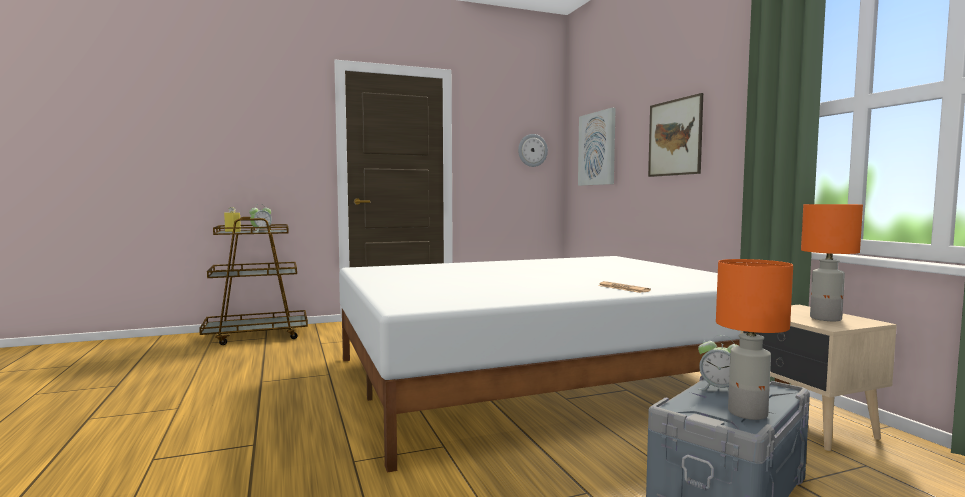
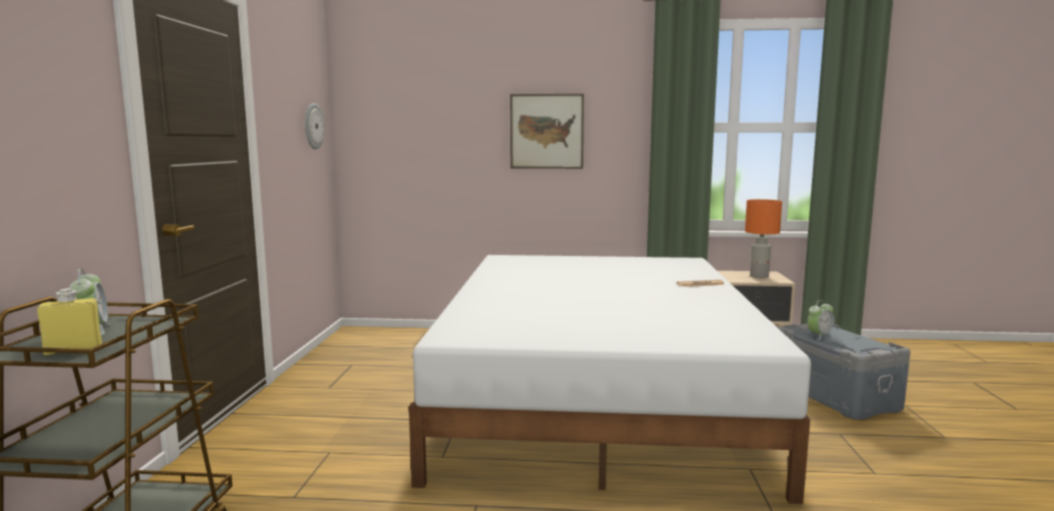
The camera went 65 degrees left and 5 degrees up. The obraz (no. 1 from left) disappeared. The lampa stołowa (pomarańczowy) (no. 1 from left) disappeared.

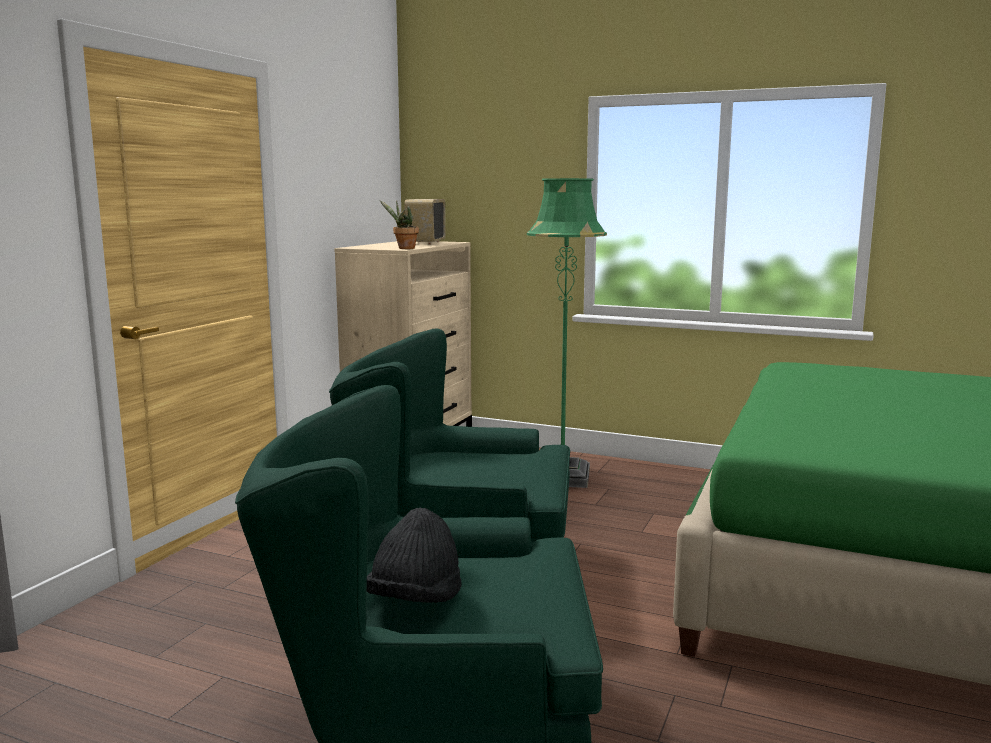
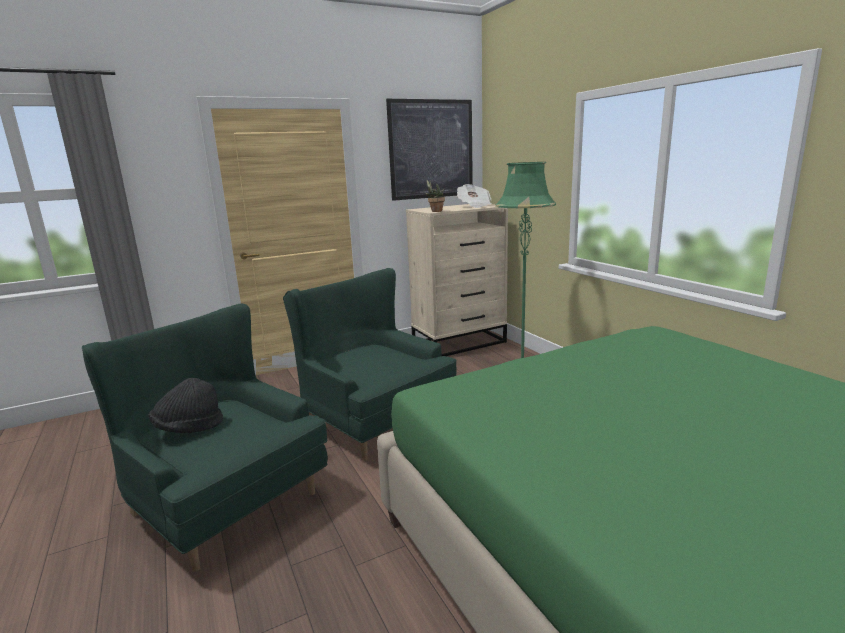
The camera went 40 degrees right and 5 degrees up. The obraz appeared. The radio was replaced by the gazeta.

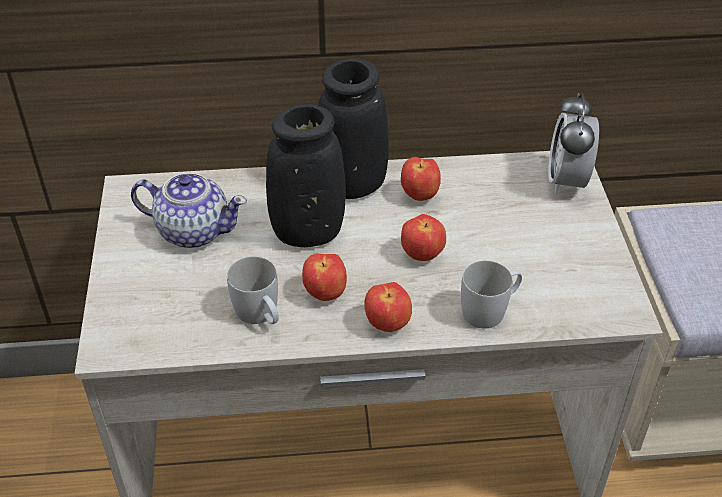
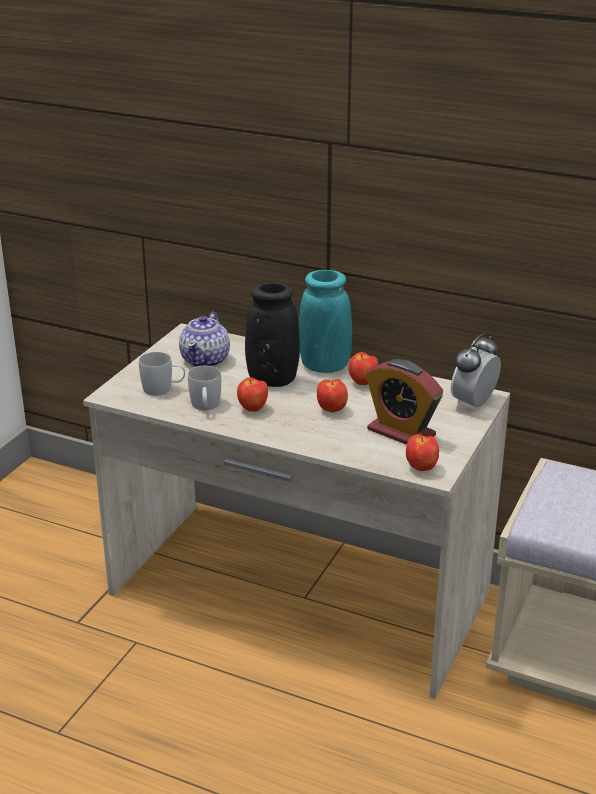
The camera went 30 degrees right and 15 degrees down. The kubek (biały) (no. 2 from left in the first image) moved. The imbryk turned 60 degrees clockwise. The wazon (czarny) (no. 2 from left) became the wazon (turkusowy). The budzik (no. 1 from left) appeared. The jabłko (no. 2 from left in the first image) moved.

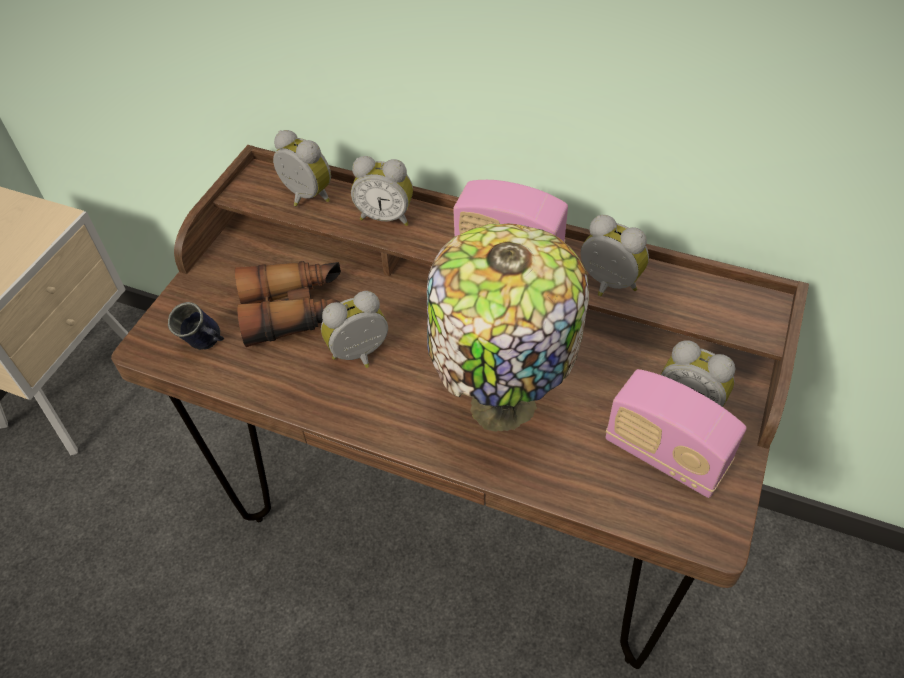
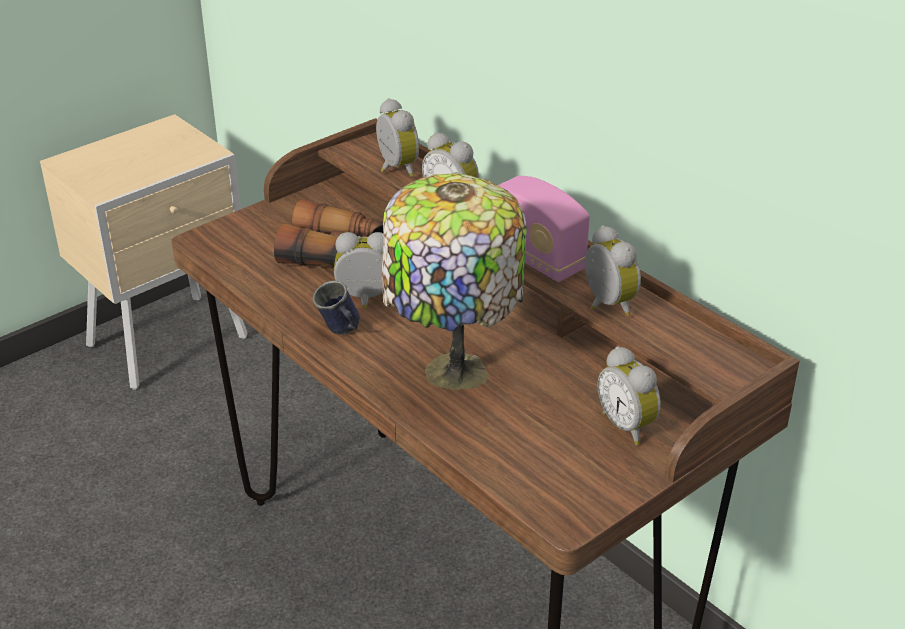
The camera went 25 degrees right and 15 degrees down. The kubek (niebieski) moved. The radio (no. 2 from left) disappeared.

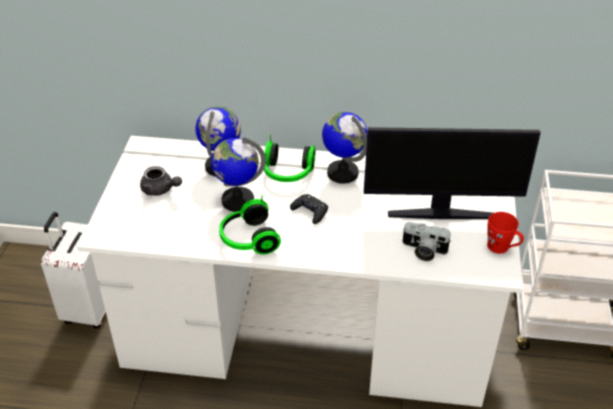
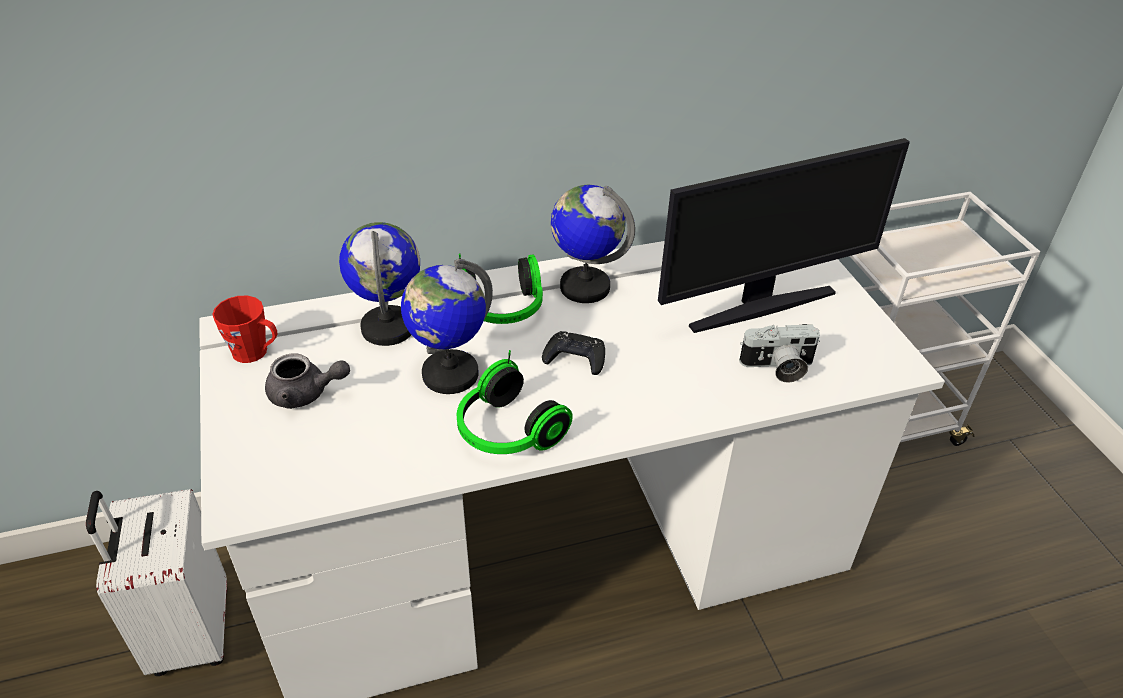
The camera went 25 degrees left and 0 degrees up. The kubek (czerwony) moved.

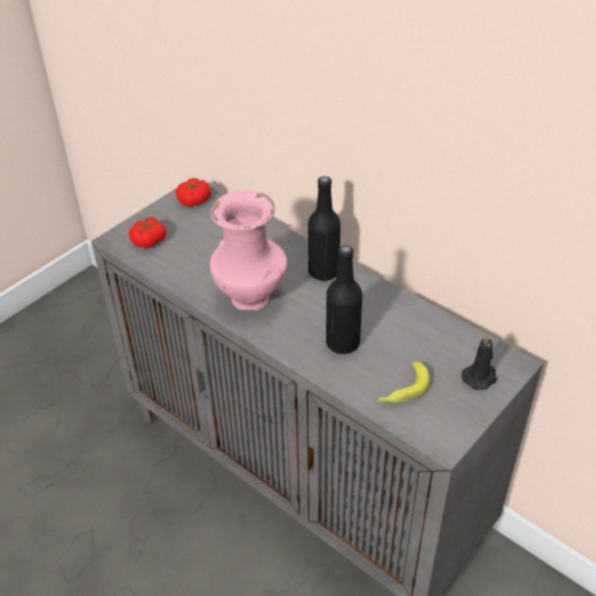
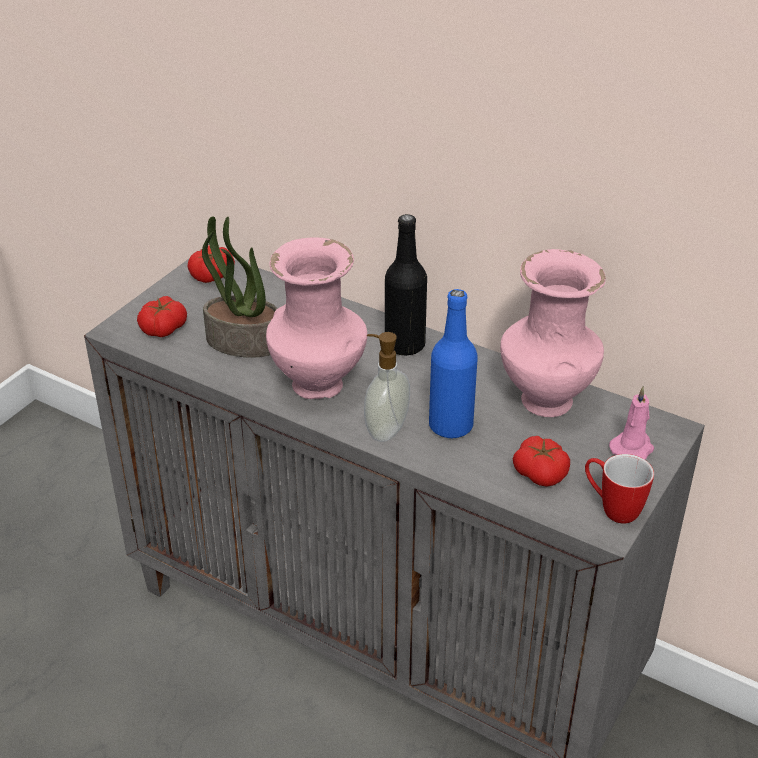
The camera went 10 degrees left and 5 degrees down. The roślina doniczkowa appeared. The dozownik mydła appeared. The butelka (czarny) (no. 2 from left) became the butelka (niebieski). The wazon (różowy) (no. 2 from left) appeared. The banan was replaced by the pomidor (no. 3 from left). The kubek appeared. The świeca (czarny) became the świeca (różowy).

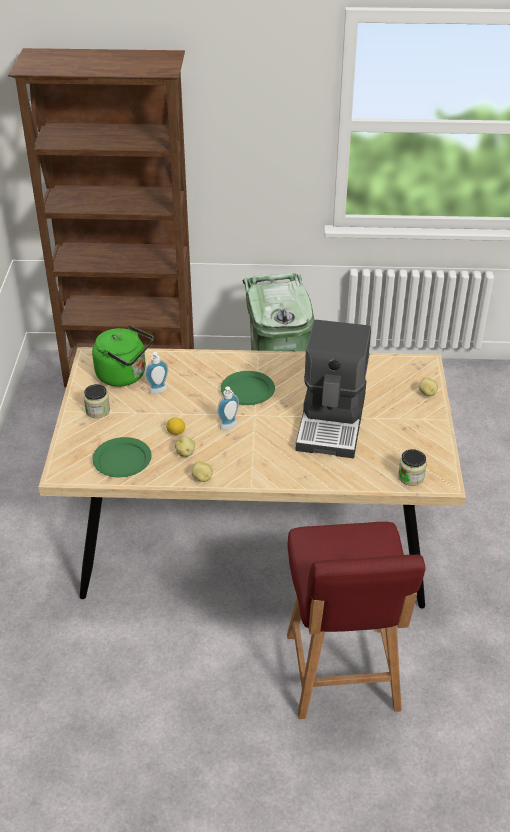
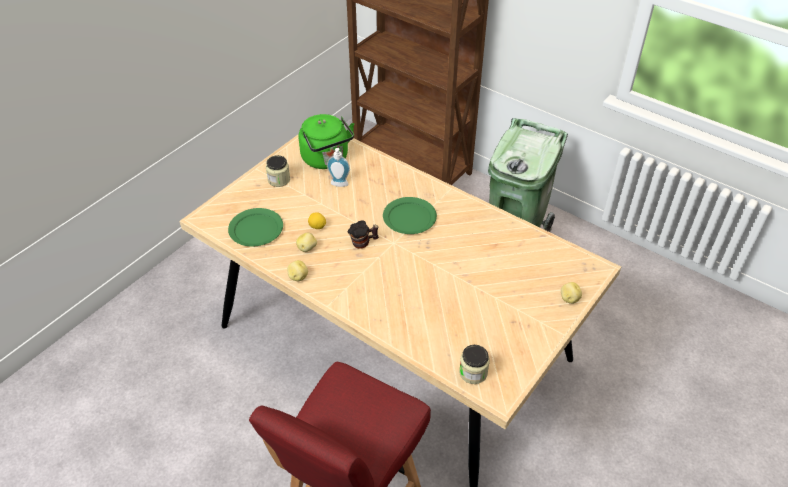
The camera went 35 degrees right and 5 degrees up. The dozownik mydła (no. 2 from left) was replaced by the kubek. The ekspres do kawy disappeared.

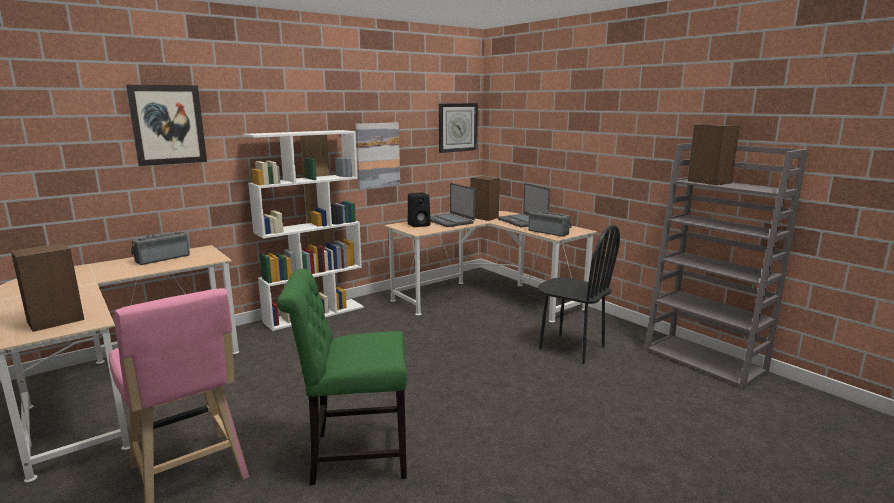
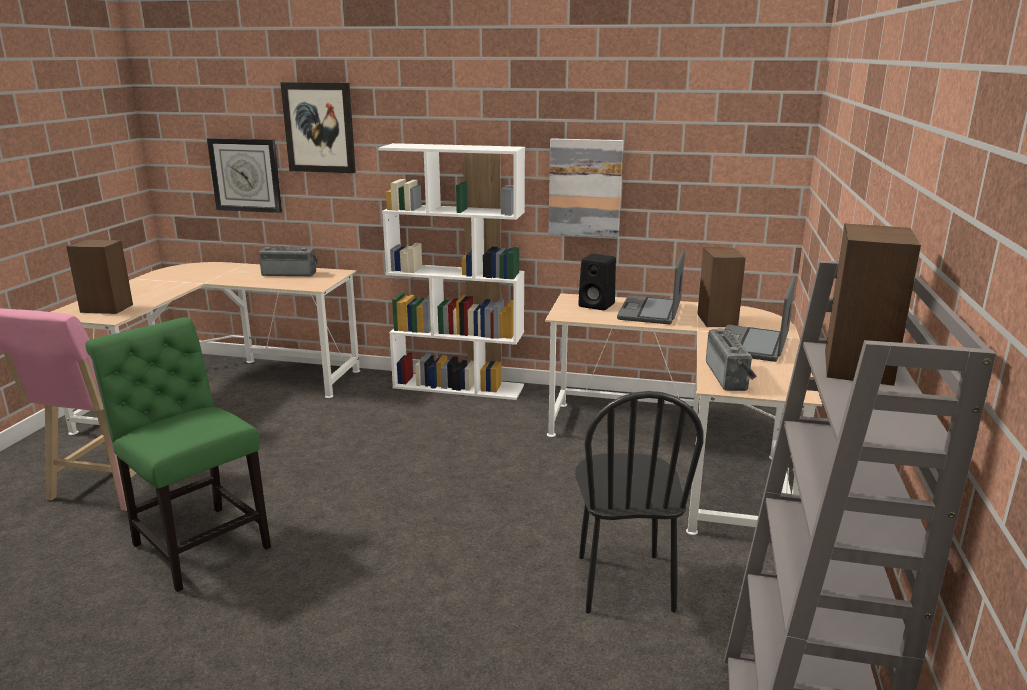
The camera went 50 degrees right and 5 degrees up. The zegar ścienny moved.

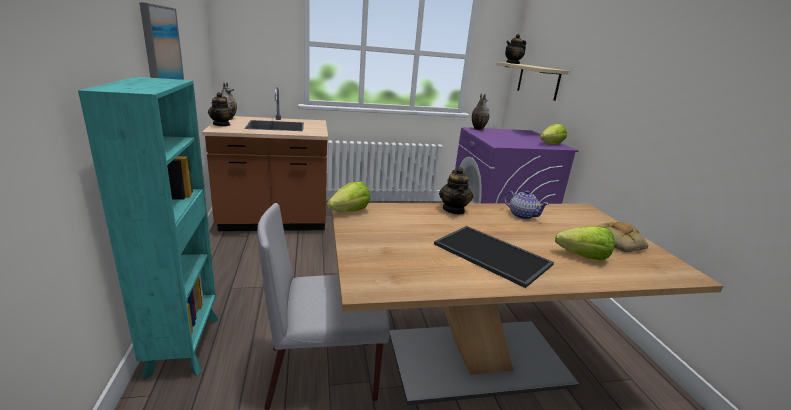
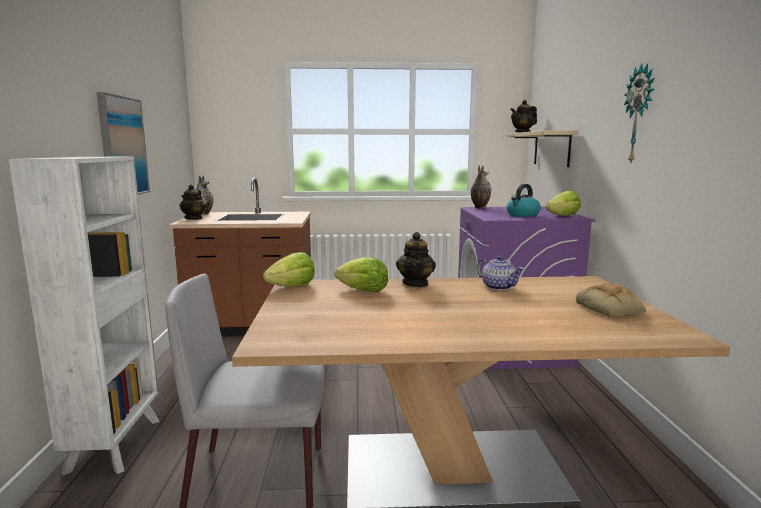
The camera went 10 degrees right and 10 degrees down. The regał (turkusowy) became the regał (biały). The sałata (no. 3 from left in the first image) moved. The czajnik appeared. The zegar ścienny appeared. The taca disappeared.

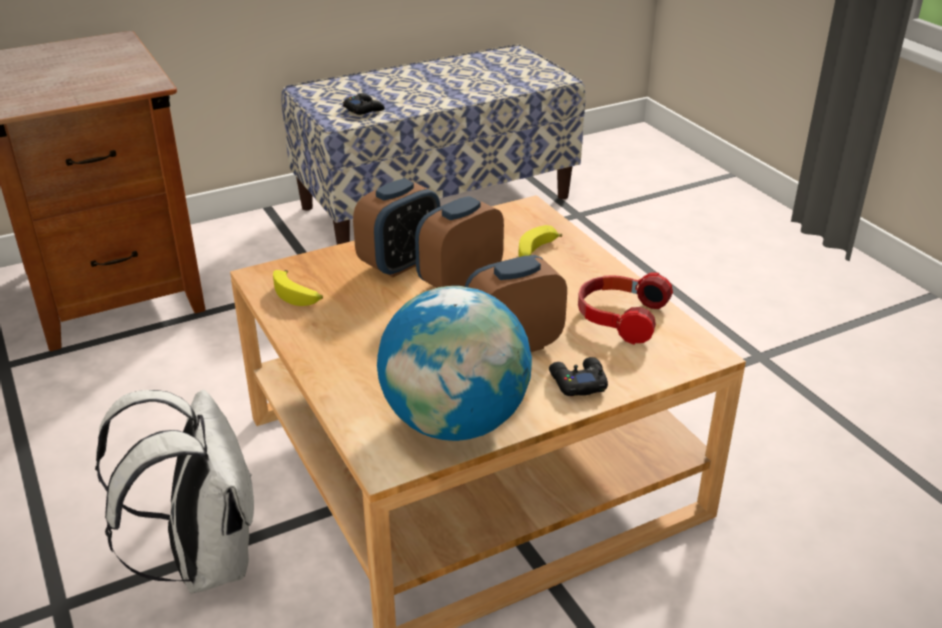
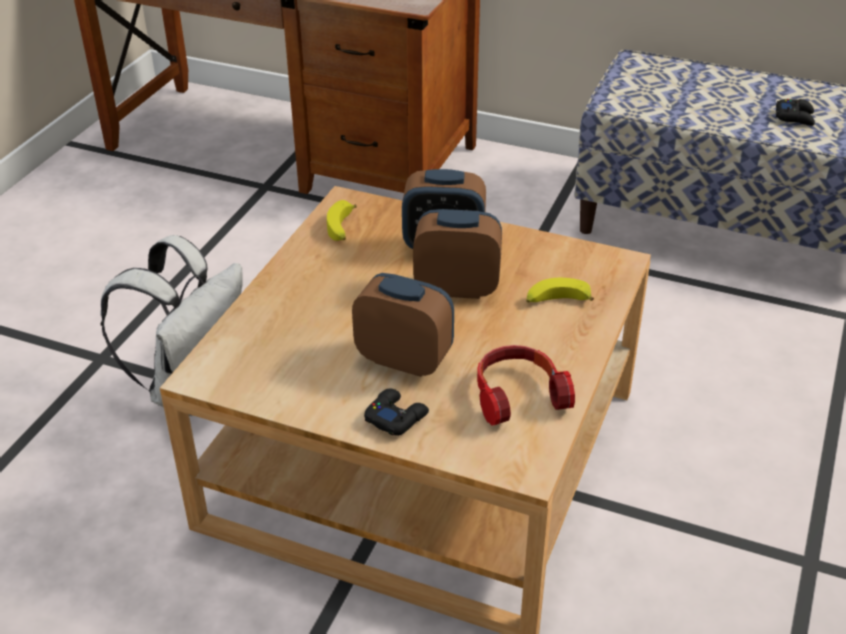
The camera went 50 degrees right and 5 degrees up. The pad do gier (czarny) (no. 1 from left in the first image) moved. The globus disappeared.

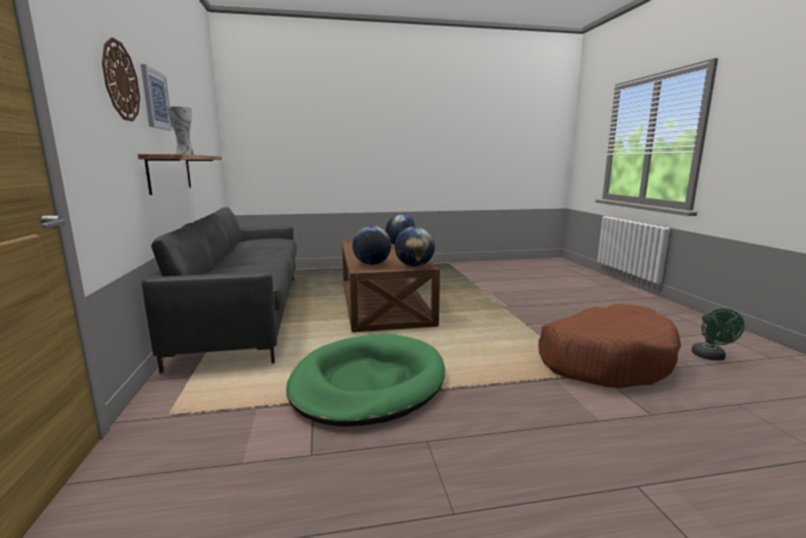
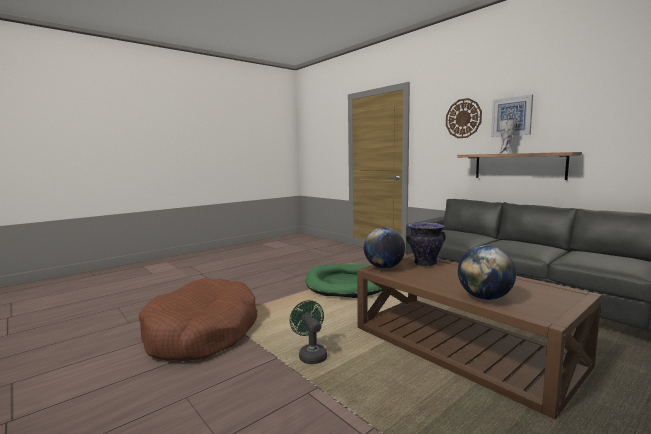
The camera went 150 degrees right and 5 degrees down. The wentylator (zielony) moved. The globus (no. 1 from left) was replaced by the wazon (no. 1 from left).

